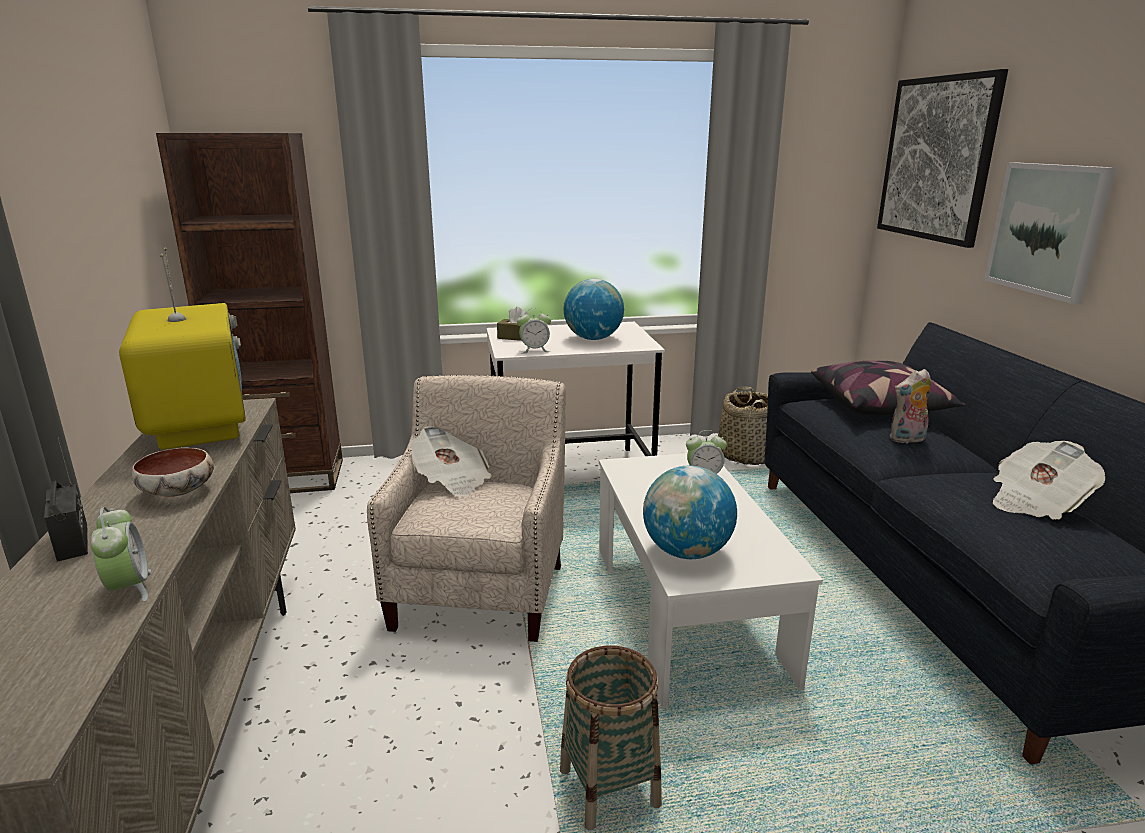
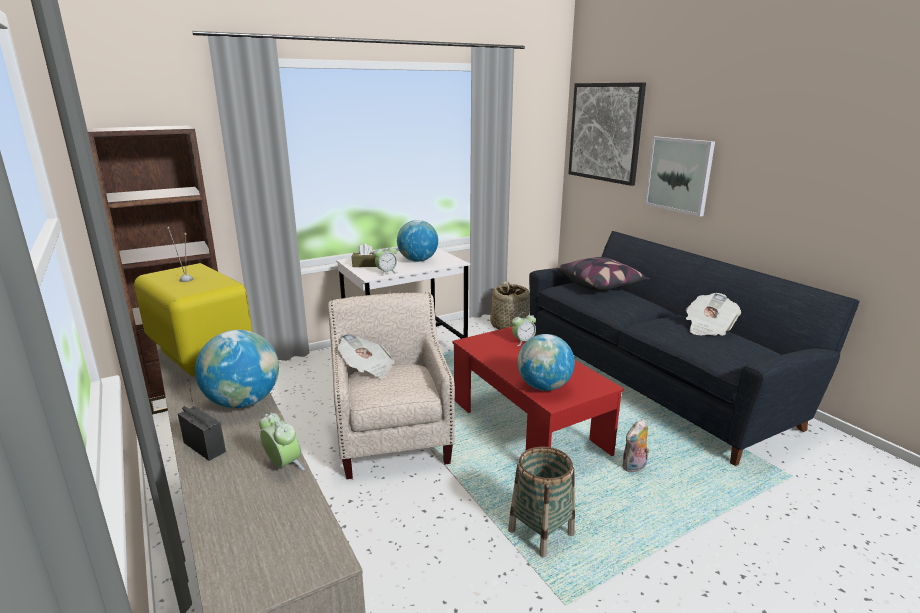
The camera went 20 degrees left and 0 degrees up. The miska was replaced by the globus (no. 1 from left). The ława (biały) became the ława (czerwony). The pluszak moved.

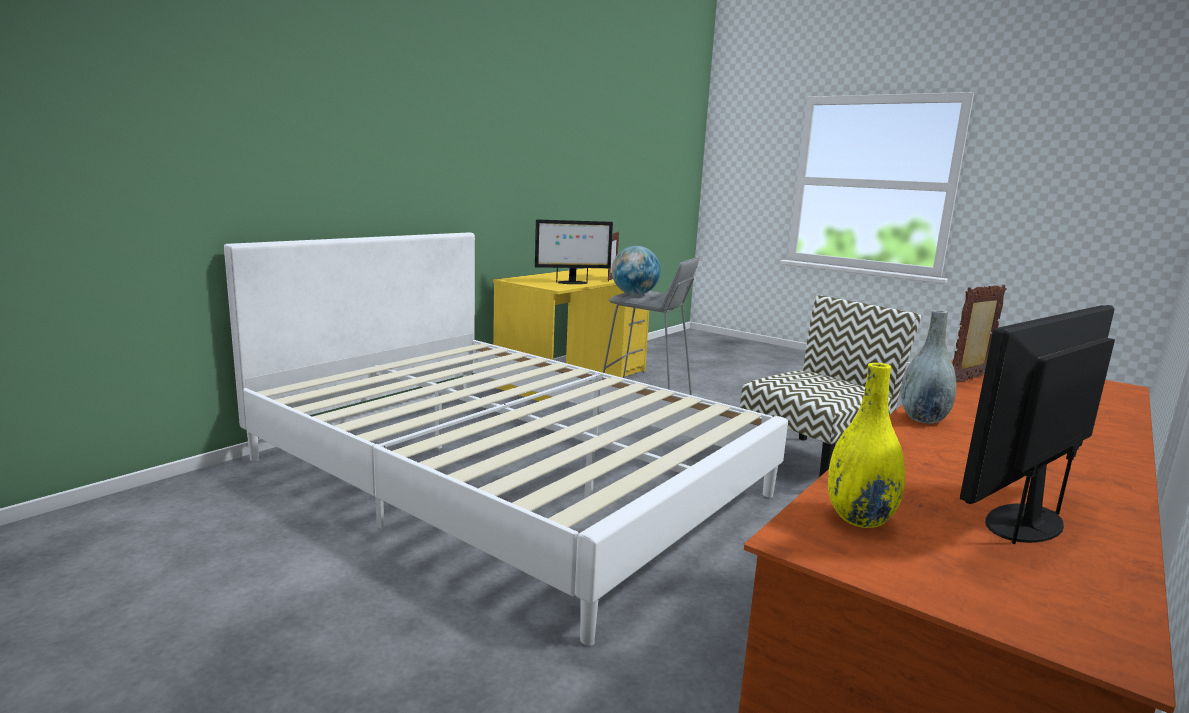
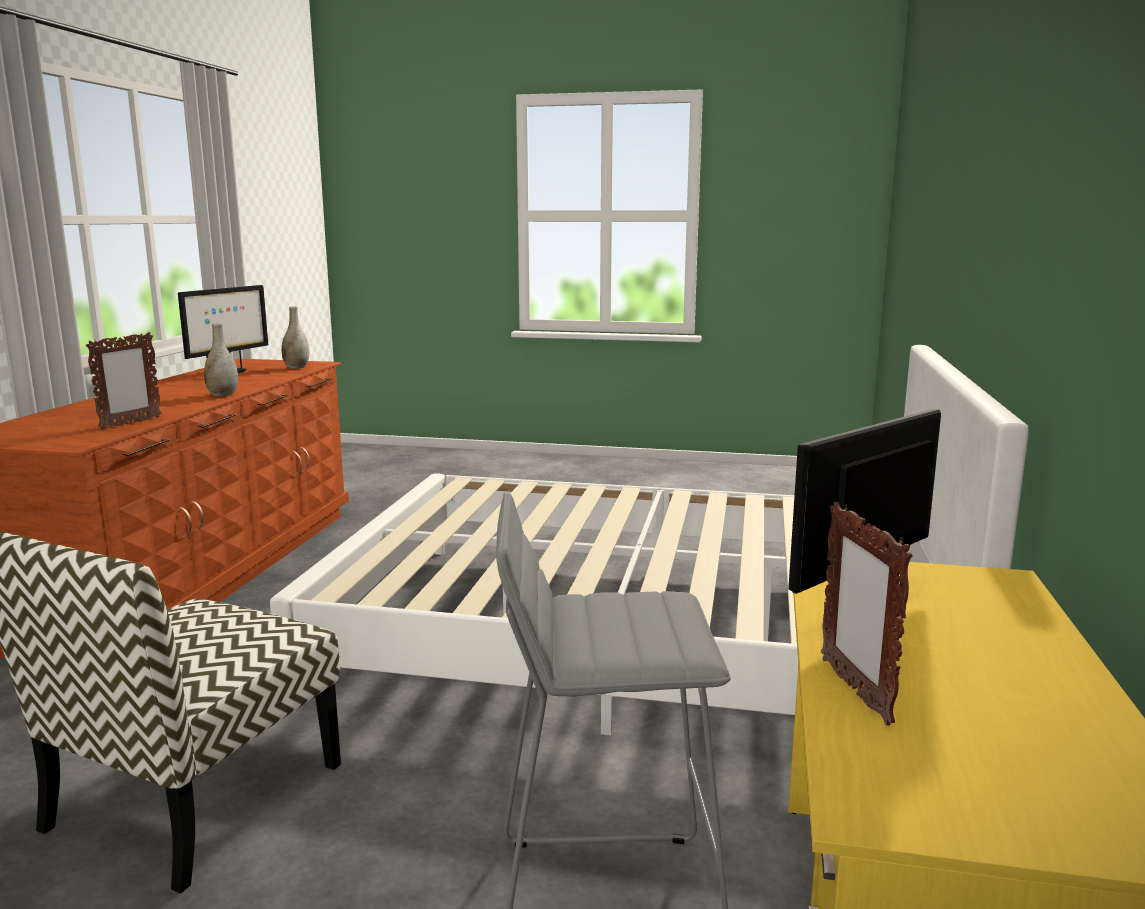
The camera went 155 degrees right and 0 degrees up. The wazon (żółty) became the wazon (szary) (no. 2 from left). The globus disappeared.

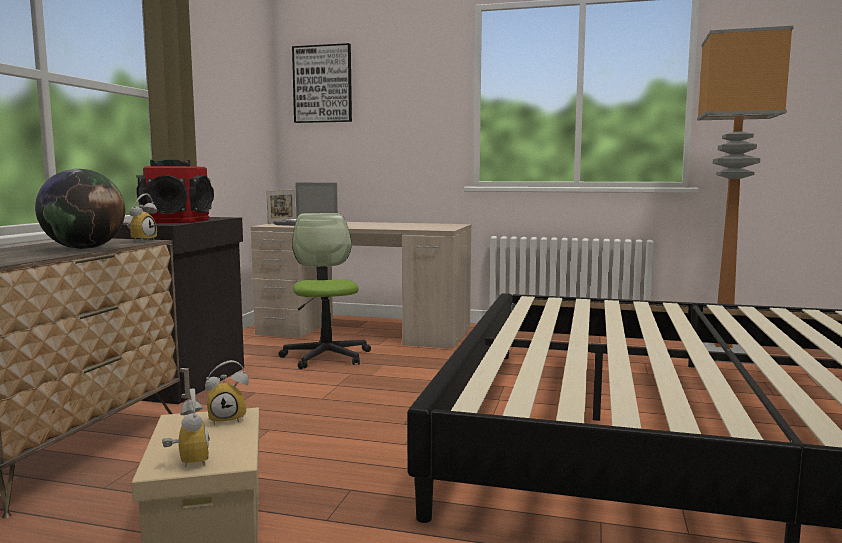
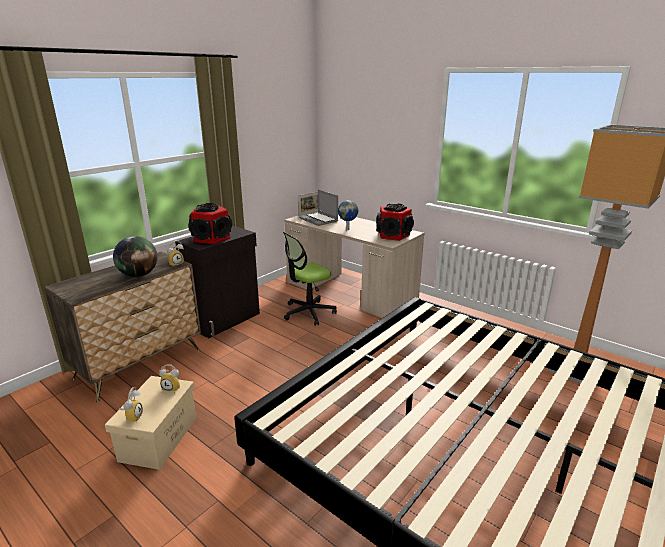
The camera went 25 degrees right and 15 degrees up. The krzesło biurowe turned 135 degrees counterclockwise. The globus (no. 2 from left) appeared. The głośnik (no. 2 from left) appeared. The obraz disappeared.

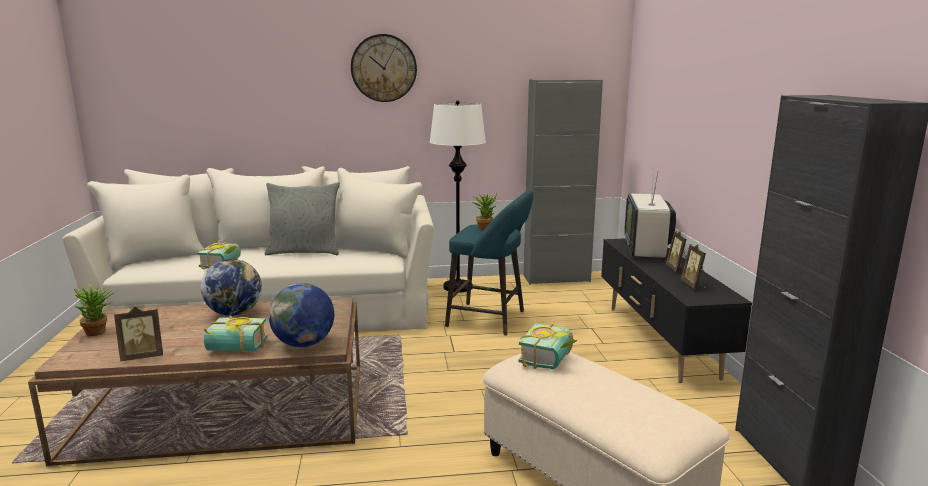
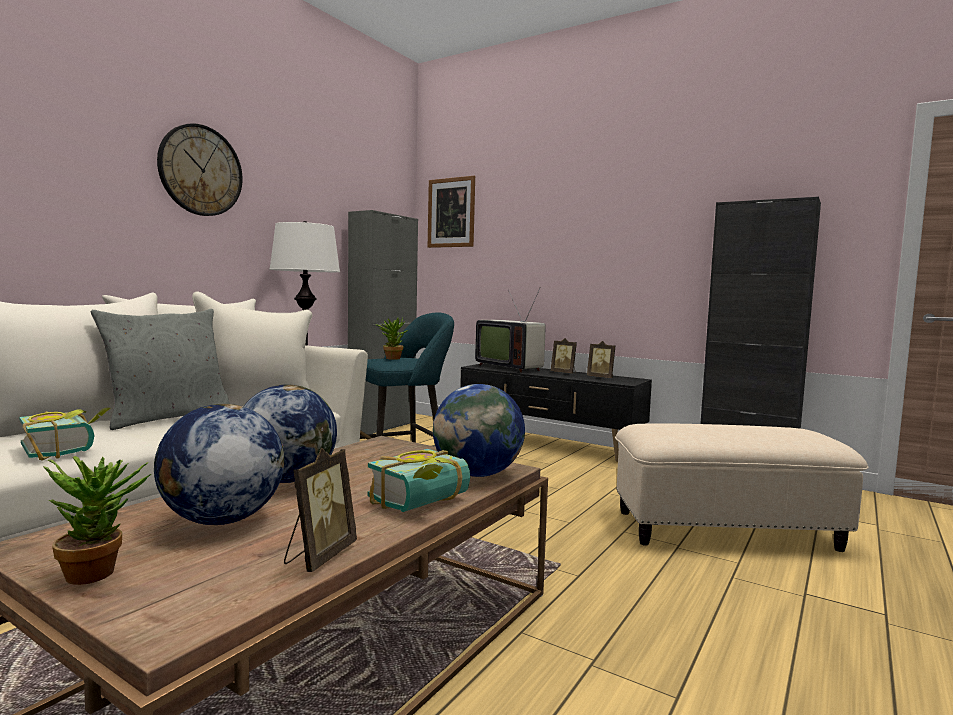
The camera went 50 degrees left and 10 degrees down. The globus (no. 1 from left) appeared. The obraz appeared. The książka (no. 3 from left) disappeared.

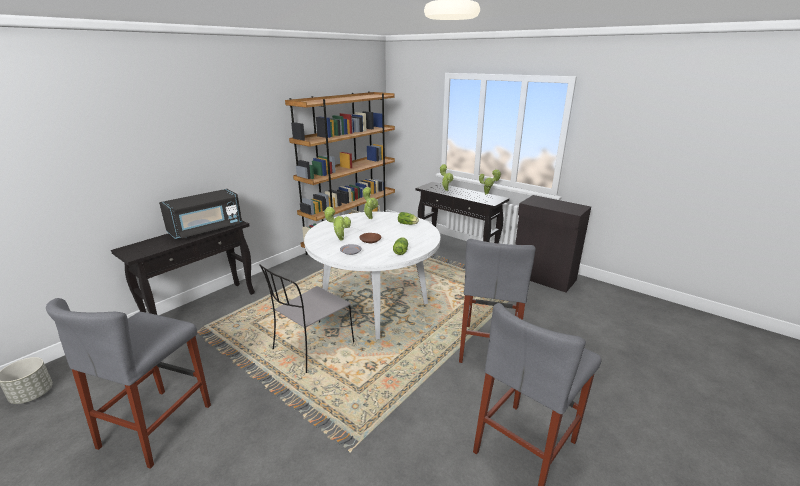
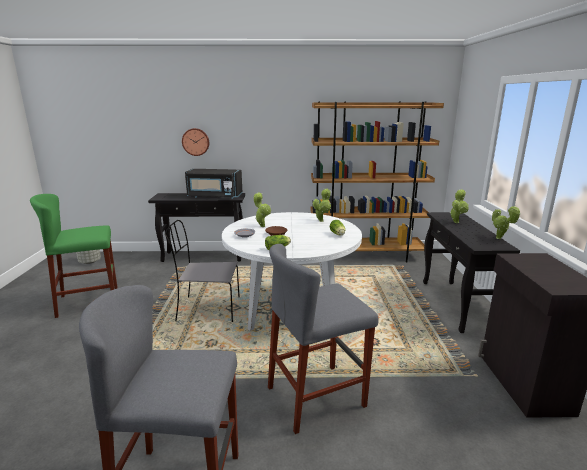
The camera went 50 degrees right and 5 degrees down. The stołek (szary) (no. 1 from left) became the stołek (zielony). The zegar ścienny appeared.

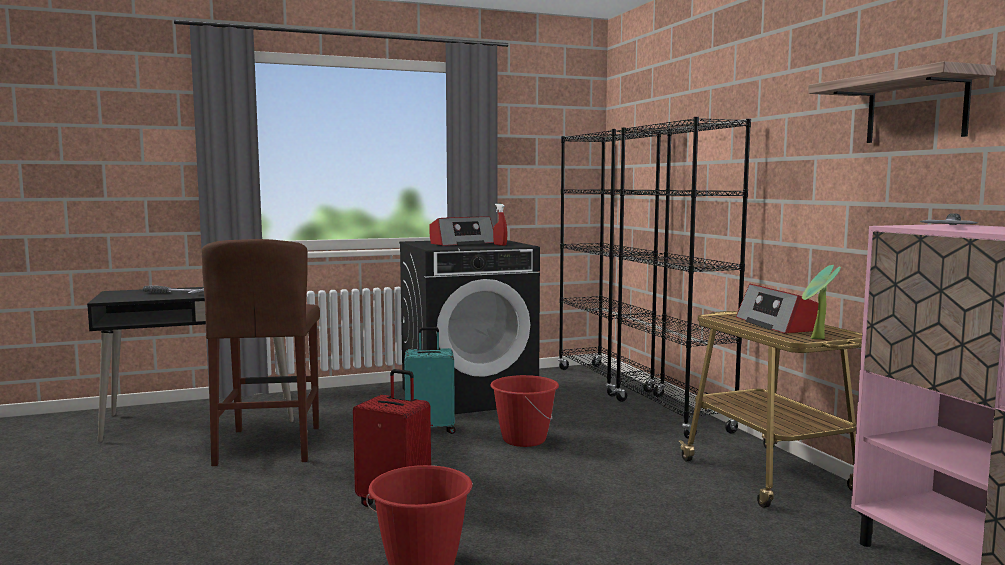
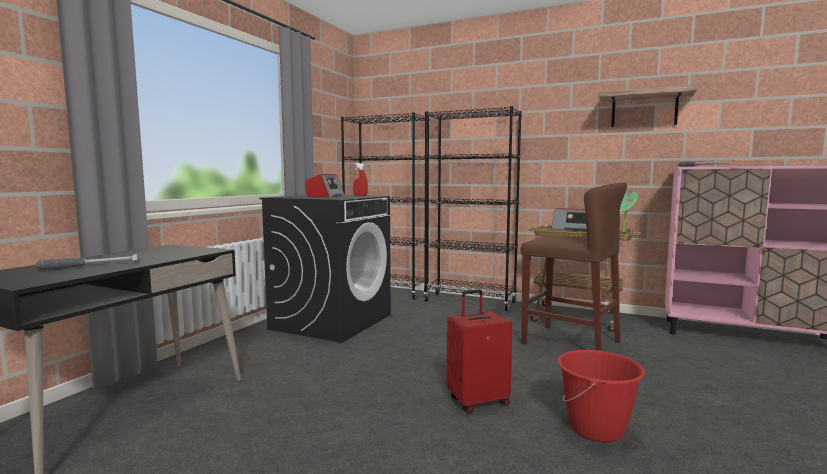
The camera went 45 degrees left and 0 degrees up. The stołek (brązowy) moved. The walizka (turkusowy) disappeared. The wiadro (czerwony) (no. 2 from left) disappeared.

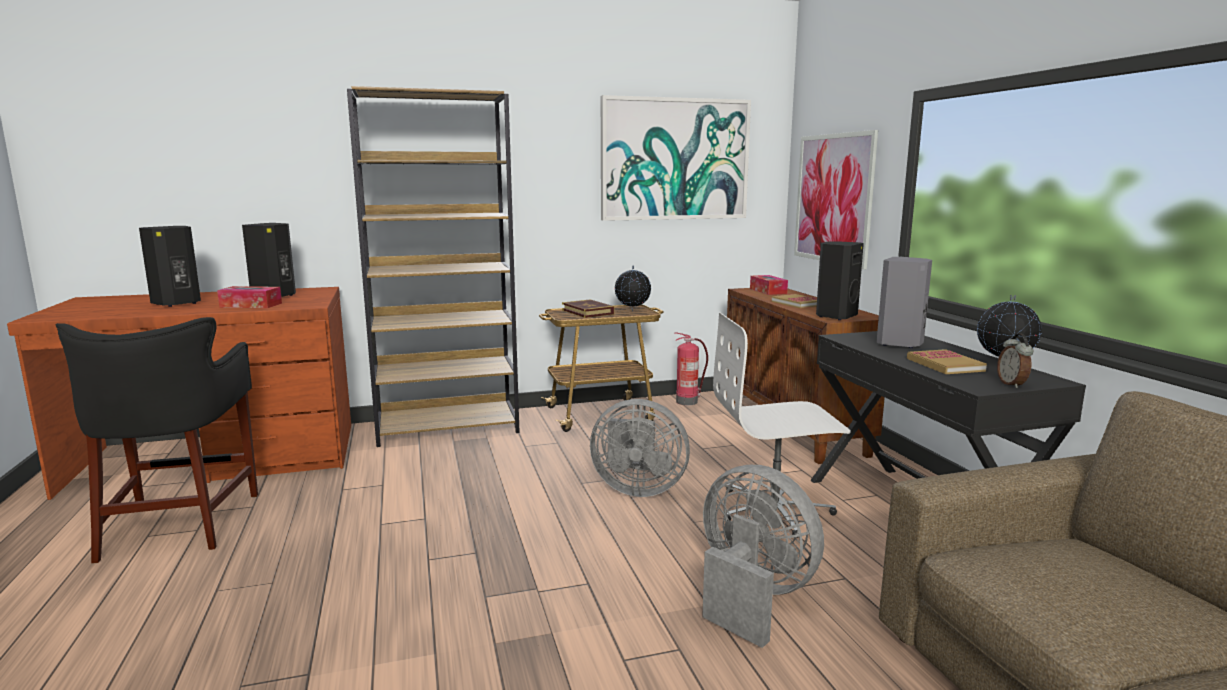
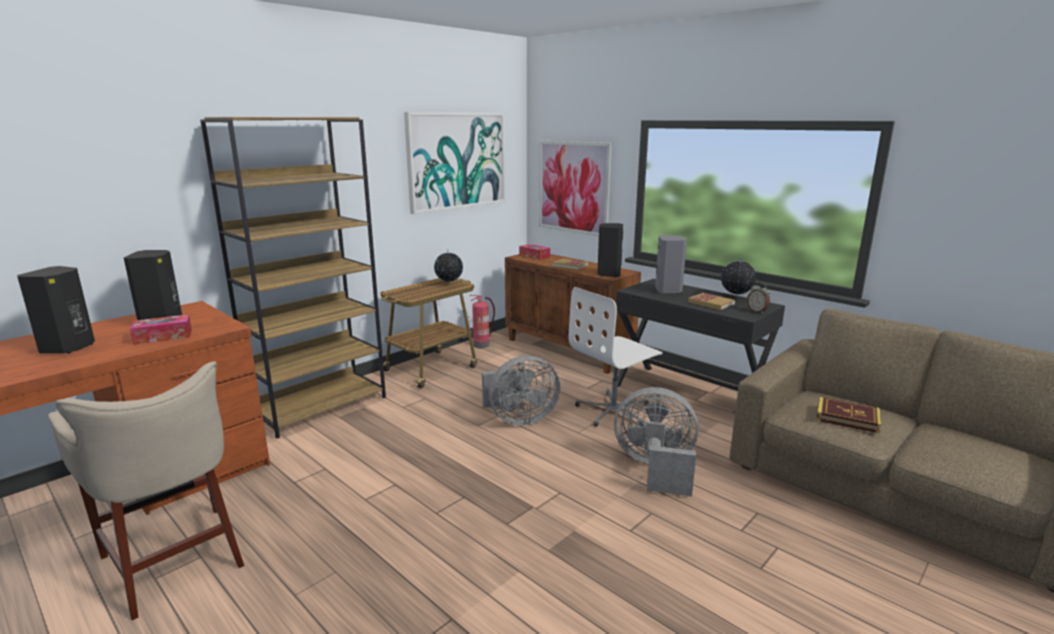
The camera went 30 degrees left and 5 degrees up. The stołek (czarny) became the stołek (beżowy). The książka (no. 1 from left in the first image) moved.

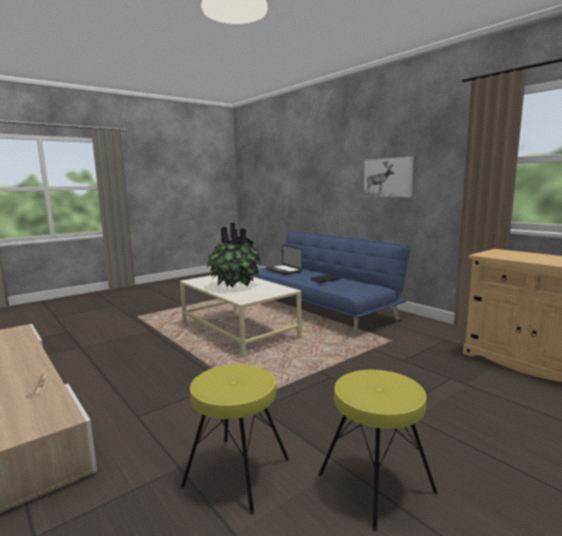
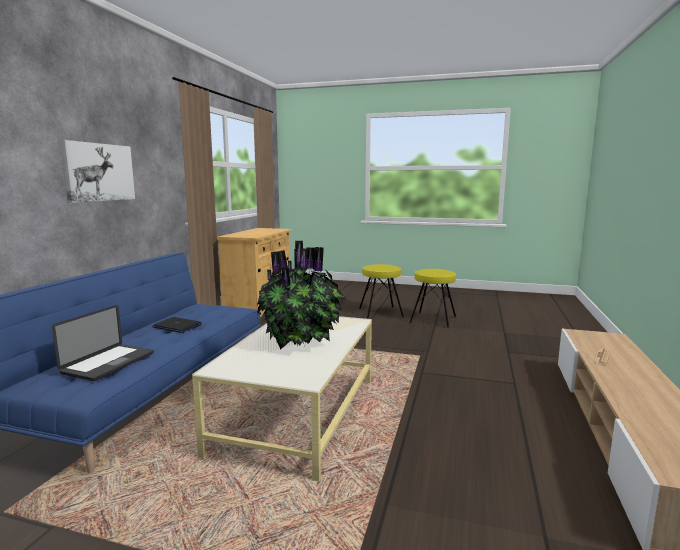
The camera went 125 degrees left and 0 degrees up. The stołek (żółty) (no. 1 from left) moved.

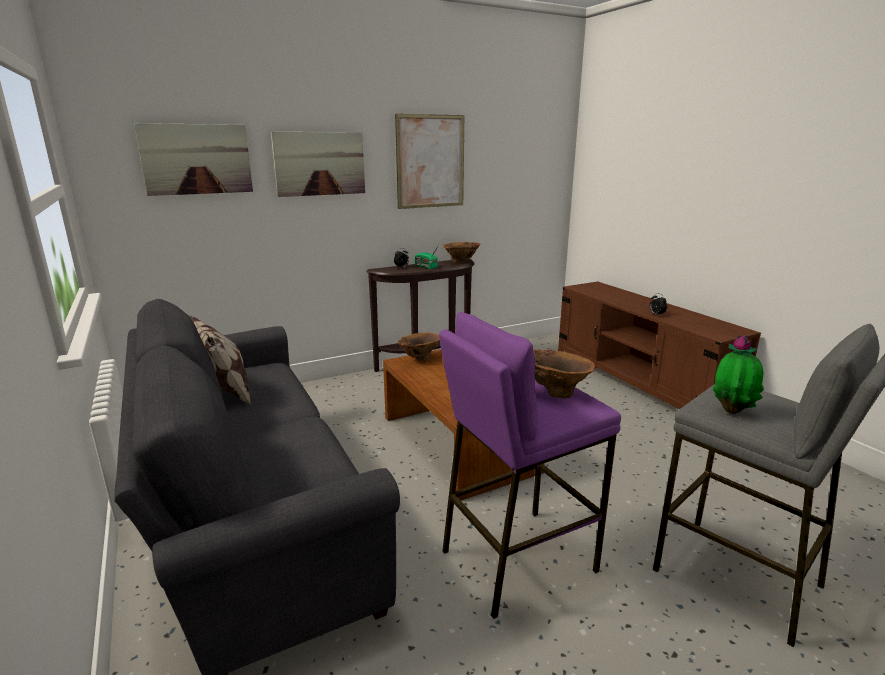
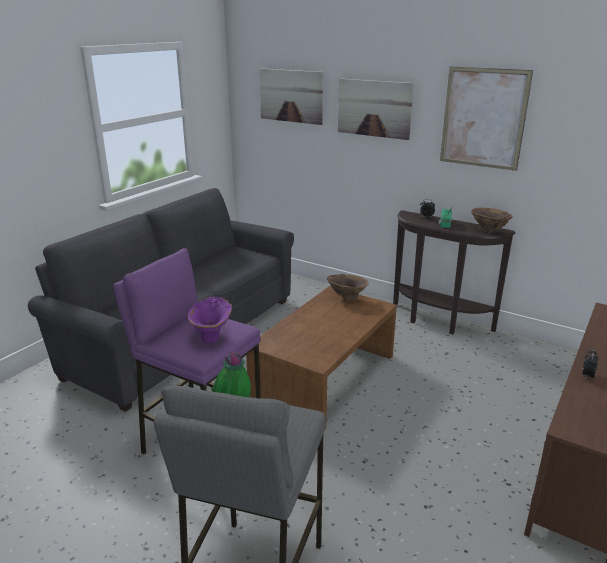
The camera went 60 degrees right and 5 degrees up. The wazon (brązowy) (no. 3 from left) became the wazon (fioletowy). The poduszka disappeared.

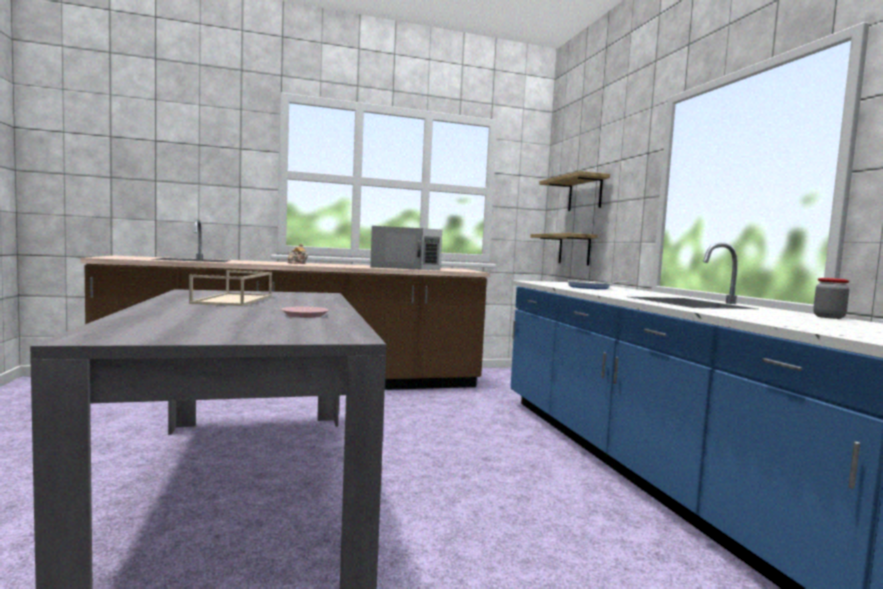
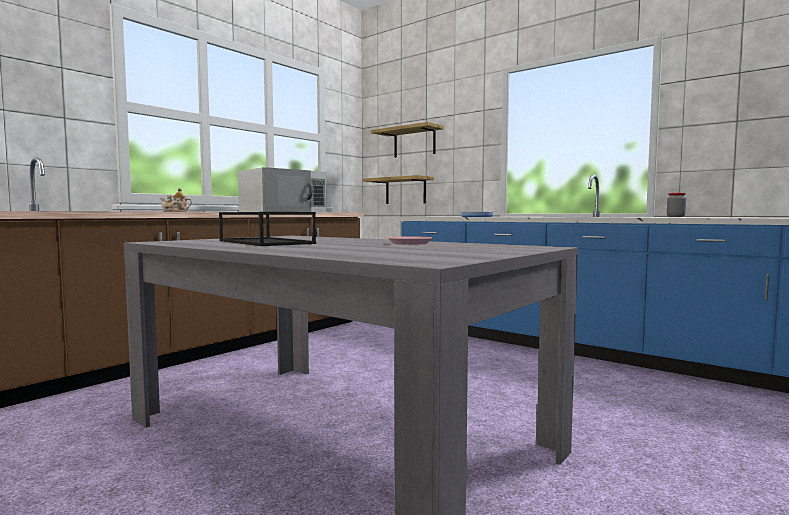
The camera went 35 degrees left and 0 degrees up. The taca (beżowy) became the taca (czarny).

